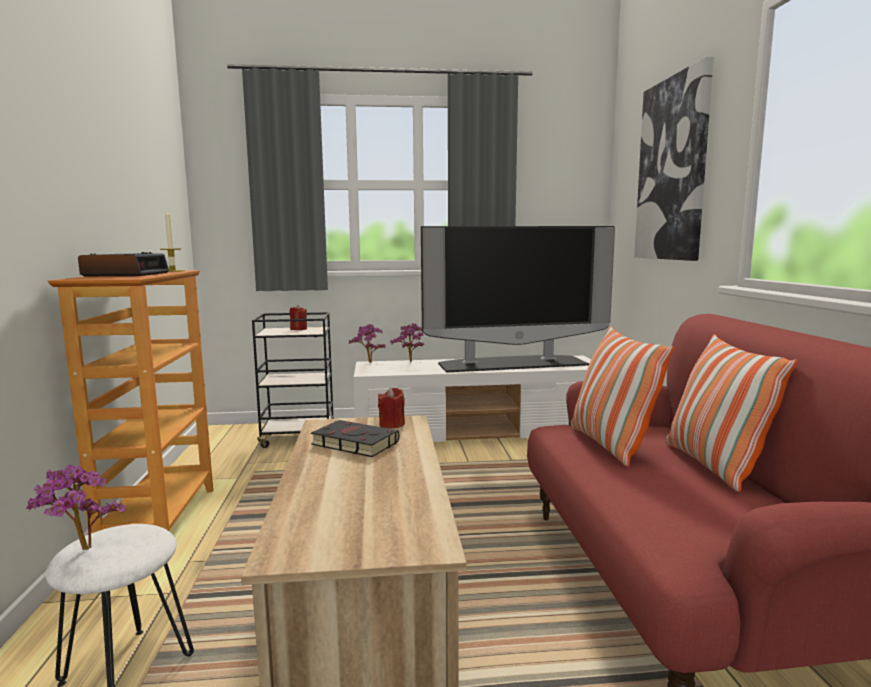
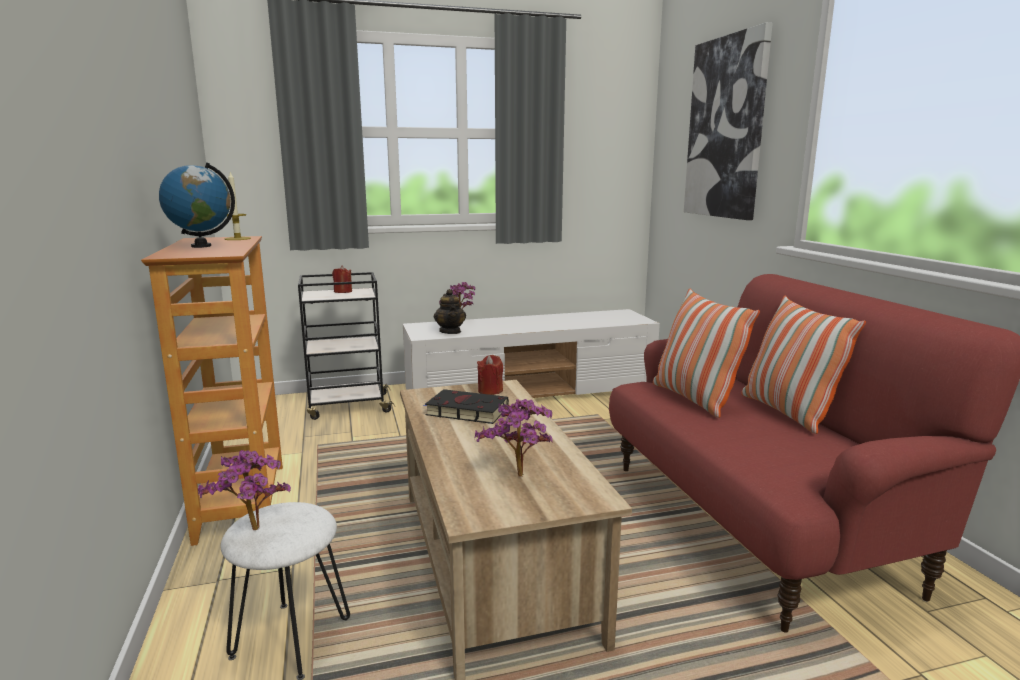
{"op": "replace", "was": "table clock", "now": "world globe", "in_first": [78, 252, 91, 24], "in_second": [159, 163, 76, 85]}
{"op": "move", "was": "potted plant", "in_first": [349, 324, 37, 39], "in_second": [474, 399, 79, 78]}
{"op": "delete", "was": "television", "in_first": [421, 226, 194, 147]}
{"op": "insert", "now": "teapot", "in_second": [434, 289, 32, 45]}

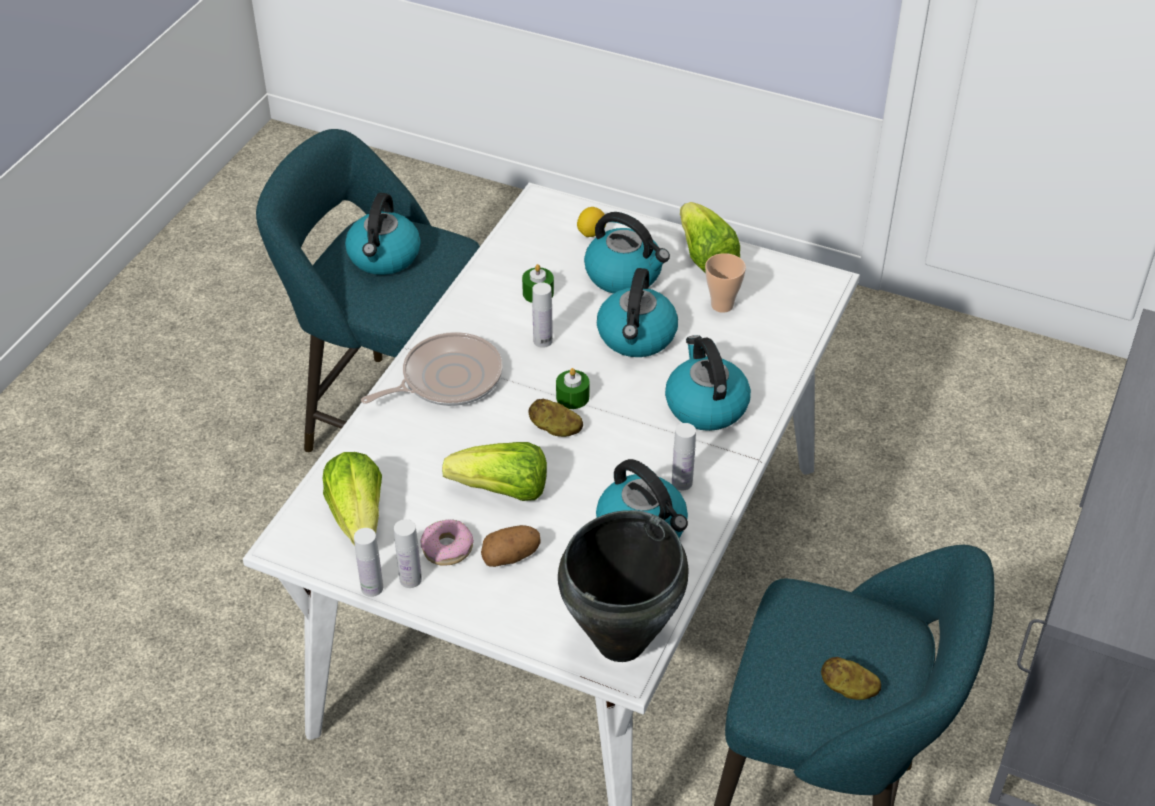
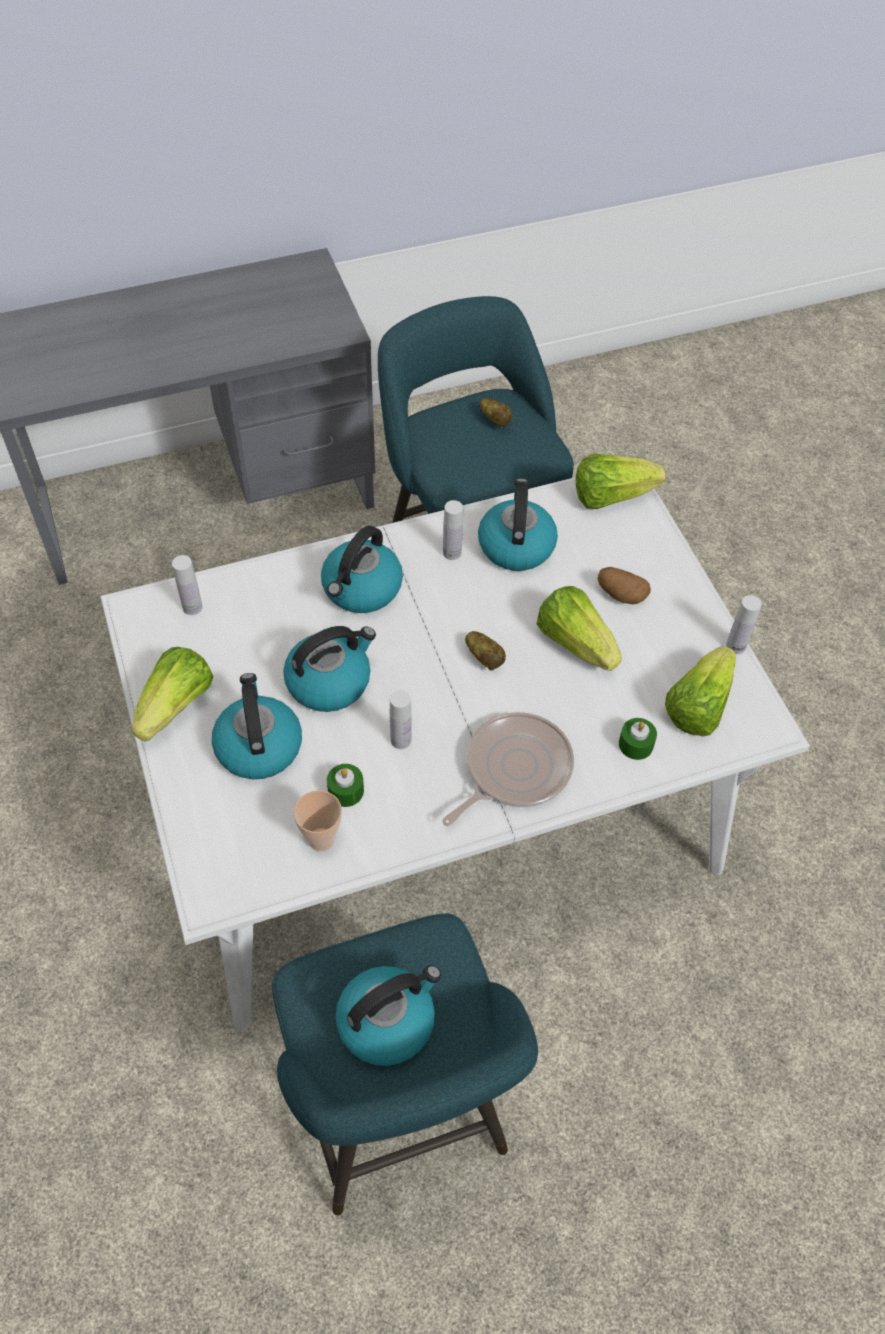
{"op": "rotate", "was": "frying pan", "in_first": [361, 332, 142, 74], "in_second": [442, 712, 132, 114], "clockwise": 120}
{"op": "move", "was": "whitish drink bottle", "in_first": [394, 519, 28, 69], "in_second": [172, 555, 30, 60]}
{"op": "delete", "was": "ring doughnut", "in_first": [421, 519, 53, 47]}
{"op": "move", "was": "greenish wax candle", "in_first": [556, 368, 33, 41], "in_second": [619, 718, 38, 42]}
{"op": "replace", "was": "black-coloured stockpot", "now": "head of lettuce", "in_first": [558, 510, 131, 152], "in_second": [576, 454, 90, 55]}
{"op": "delete", "was": "citrus fruit", "in_first": [577, 207, 29, 30]}
{"op": "move", "was": "drinking cup", "in_first": [705, 253, 41, 60], "in_second": [293, 790, 49, 61]}

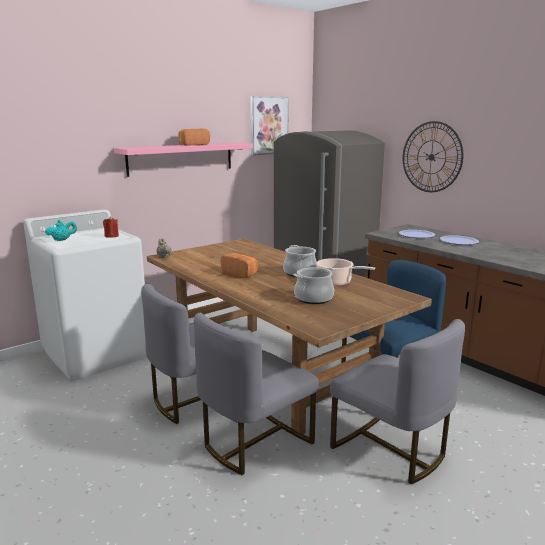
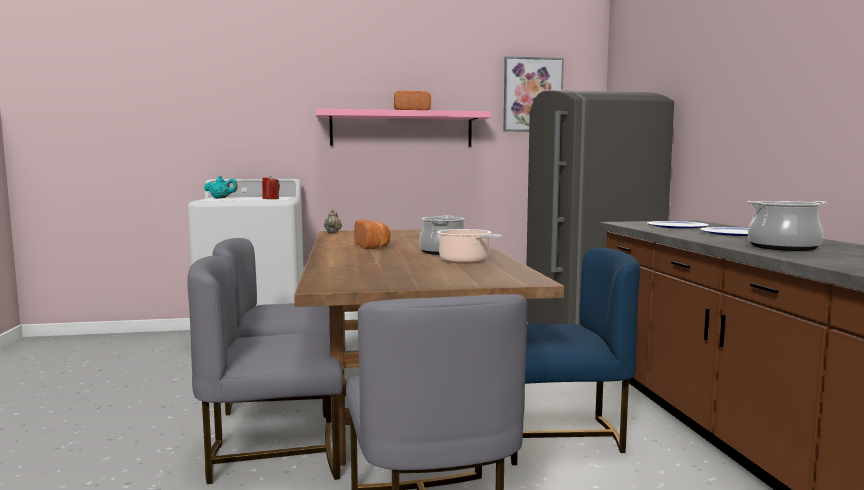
{"op": "move", "was": "stockpot", "in_first": [293, 267, 42, 37], "in_second": [747, 201, 80, 50]}
{"op": "delete", "was": "wall clock", "in_first": [402, 121, 61, 71]}

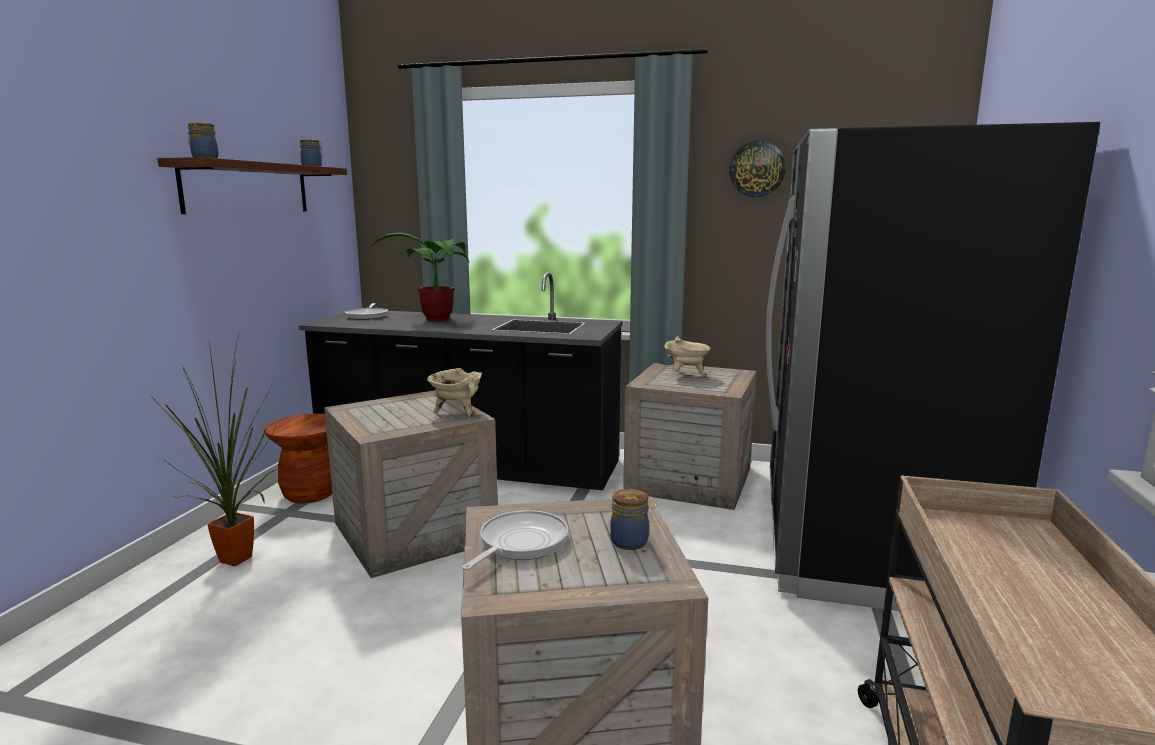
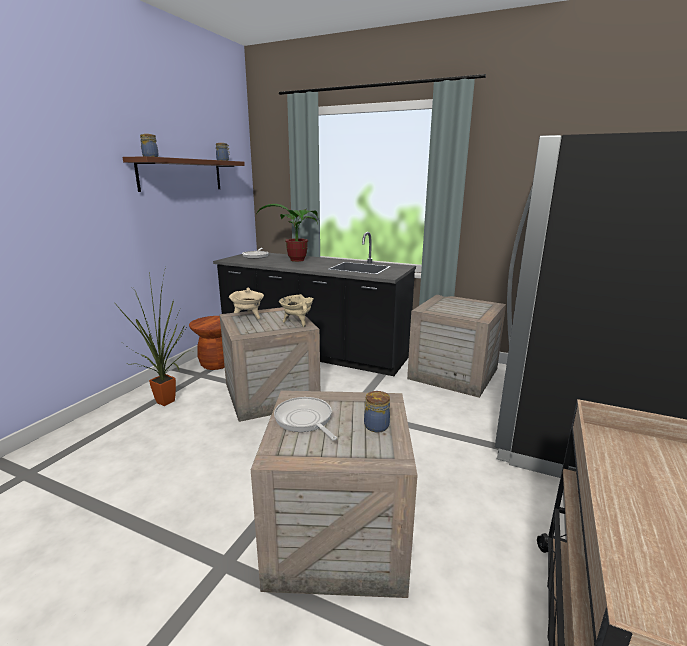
{"op": "rotate", "was": "frying pan", "in_first": [462, 510, 106, 60], "in_second": [274, 397, 63, 43], "clockwise": -75}
{"op": "move", "was": "beige-coloured stockpot", "in_first": [664, 336, 47, 41], "in_second": [229, 287, 35, 32]}
{"op": "delete", "was": "wall clock", "in_first": [730, 141, 56, 56]}

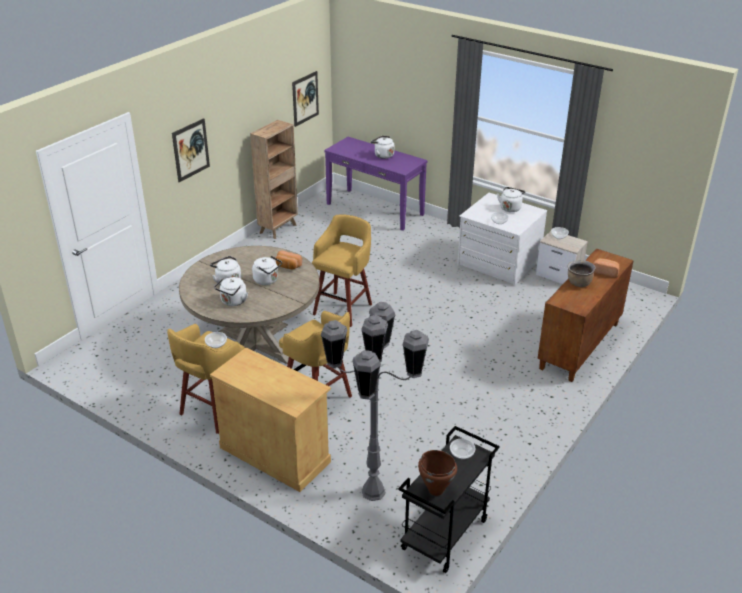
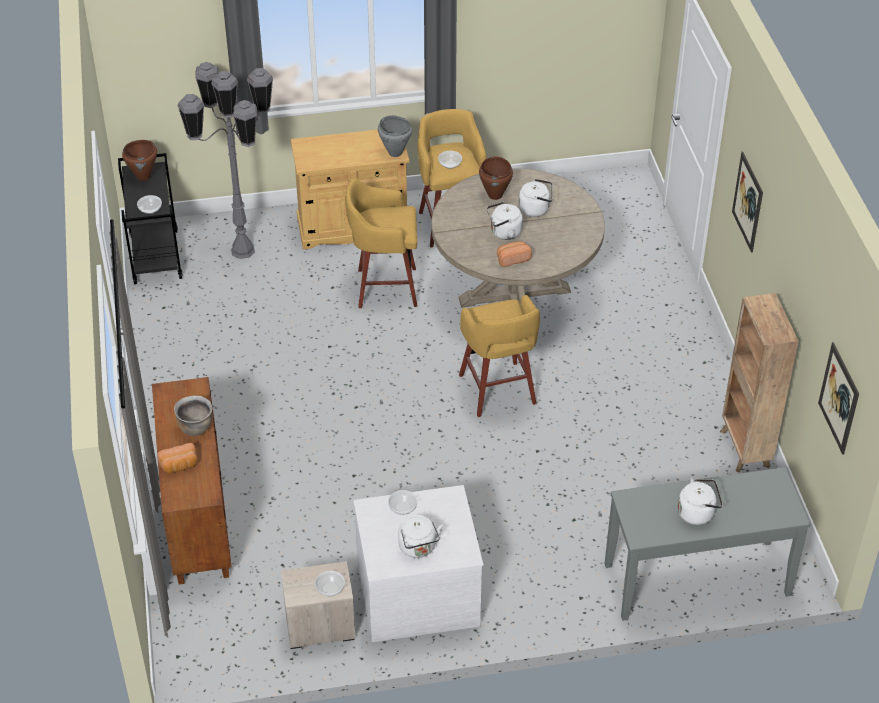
{"op": "replace", "was": "whitish kettle", "now": "brownish stockpot", "in_first": [214, 277, 34, 29], "in_second": [479, 156, 34, 44]}
{"op": "recolor", "was": "purple hall table", "now": "grey hall table", "in_first": [324, 137, 103, 94], "in_second": [605, 467, 205, 154]}
{"op": "insert", "now": "grey stockpot", "in_second": [378, 115, 34, 42]}

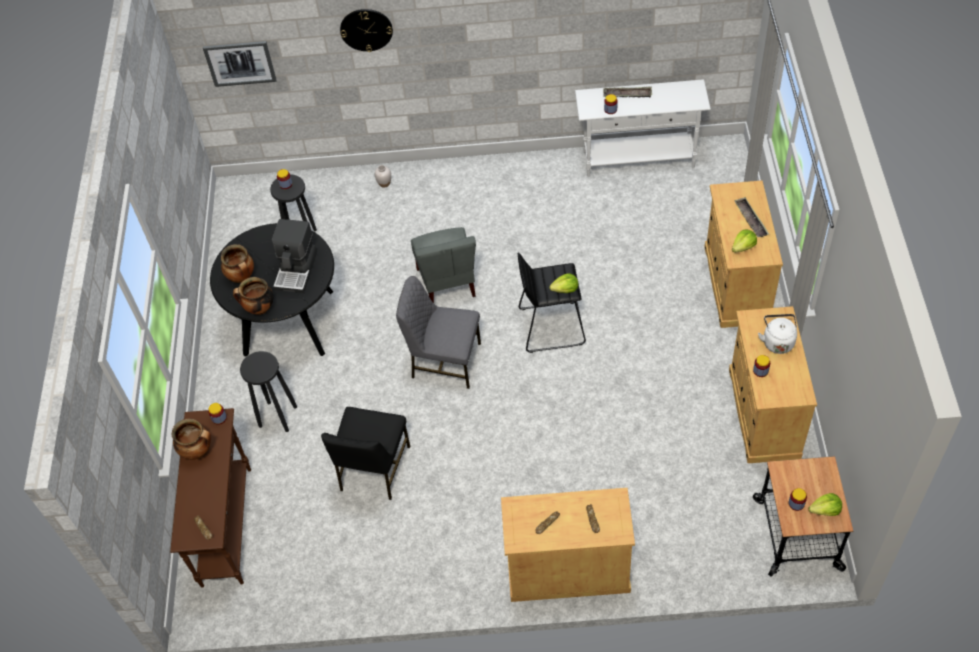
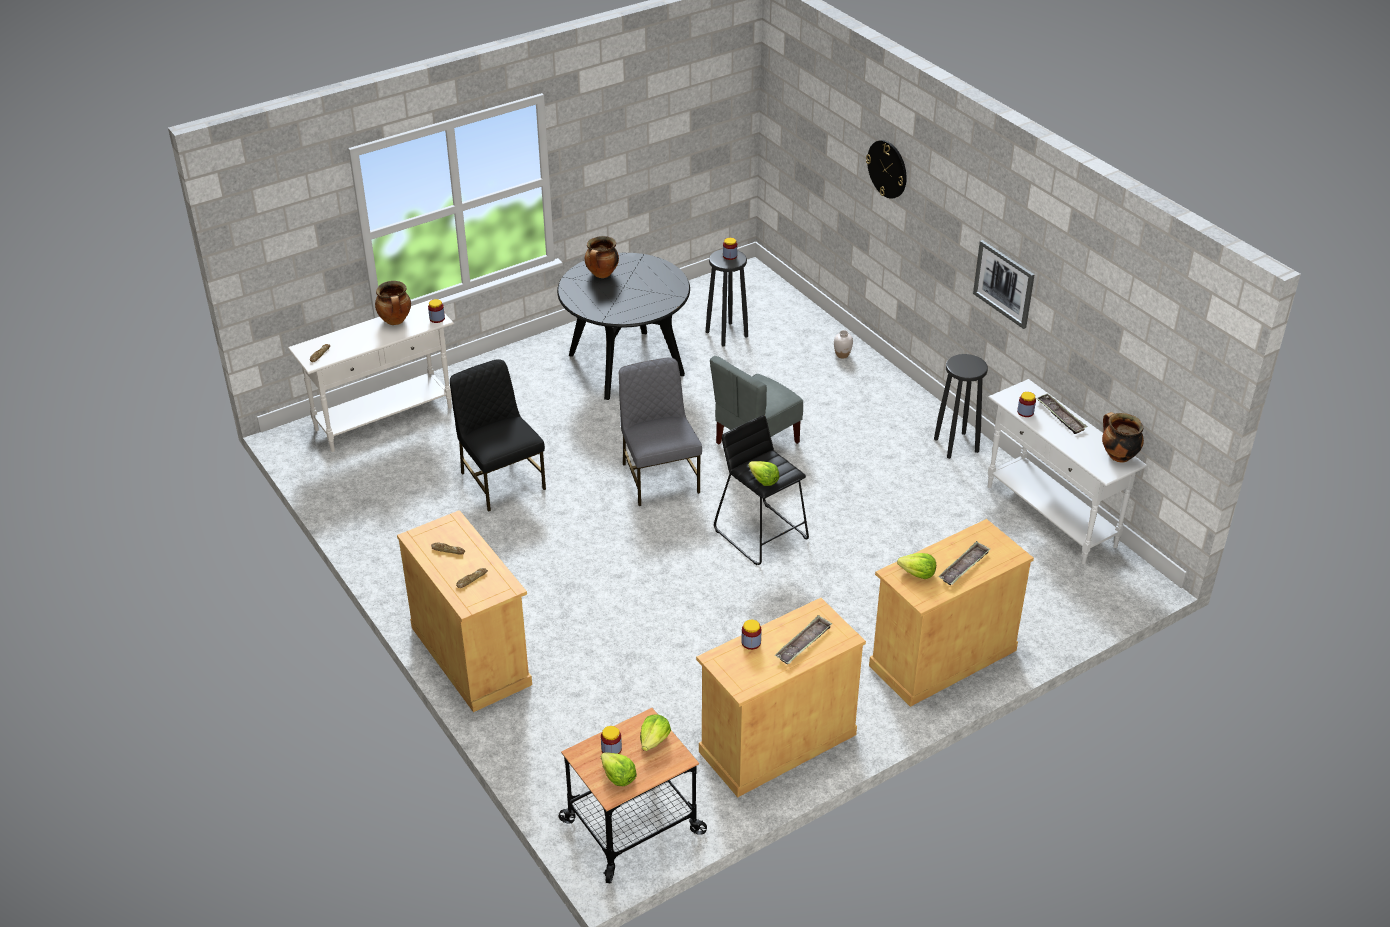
{"op": "recolor", "was": "brownish hall table", "now": "whitish hall table", "in_first": [170, 408, 81, 180], "in_second": [288, 299, 166, 153]}
{"op": "move", "was": "picture", "in_first": [203, 41, 73, 46], "in_second": [973, 240, 62, 89]}
{"op": "move", "was": "stockpot", "in_first": [233, 277, 41, 38], "in_second": [1102, 412, 42, 51]}
{"op": "move", "was": "black-coloured stool seat", "in_first": [240, 351, 57, 81], "in_second": [934, 354, 54, 105]}
{"op": "delete", "was": "coffee machine", "in_first": [272, 219, 45, 74]}
{"op": "rotate", "was": "black-coloured chair", "in_first": [321, 407, 89, 93], "in_second": [450, 359, 96, 153], "clockwise": 75}
{"op": "replace", "was": "whitish kettle", "now": "serving tray", "in_first": [758, 314, 39, 40], "in_second": [775, 615, 58, 49]}
{"op": "insert", "now": "head of lettuce", "in_second": [640, 714, 31, 37]}

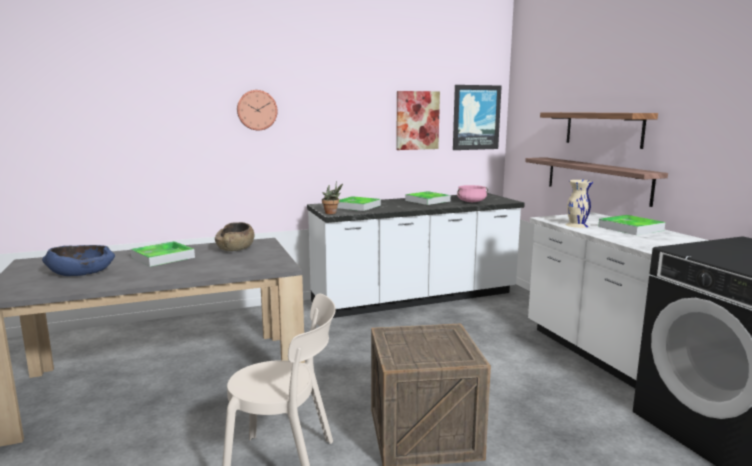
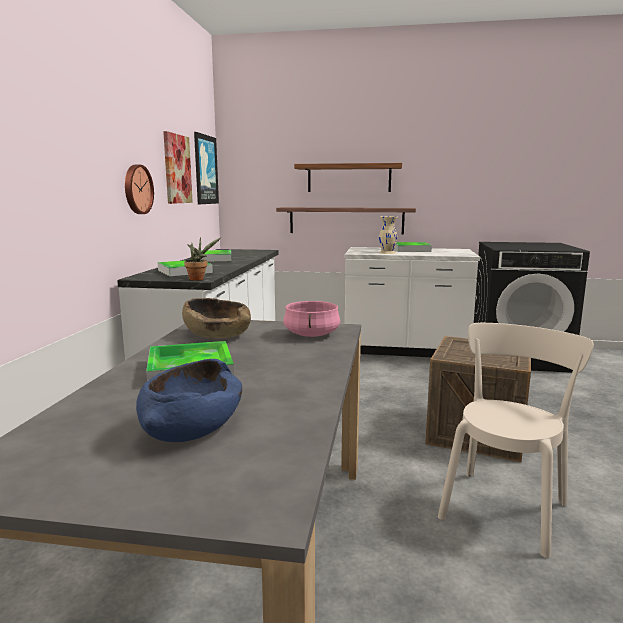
{"op": "move", "was": "wall clock", "in_first": [237, 90, 41, 40], "in_second": [125, 165, 29, 49]}
{"op": "move", "was": "pink stockpot", "in_first": [457, 185, 31, 17], "in_second": [283, 301, 57, 36]}

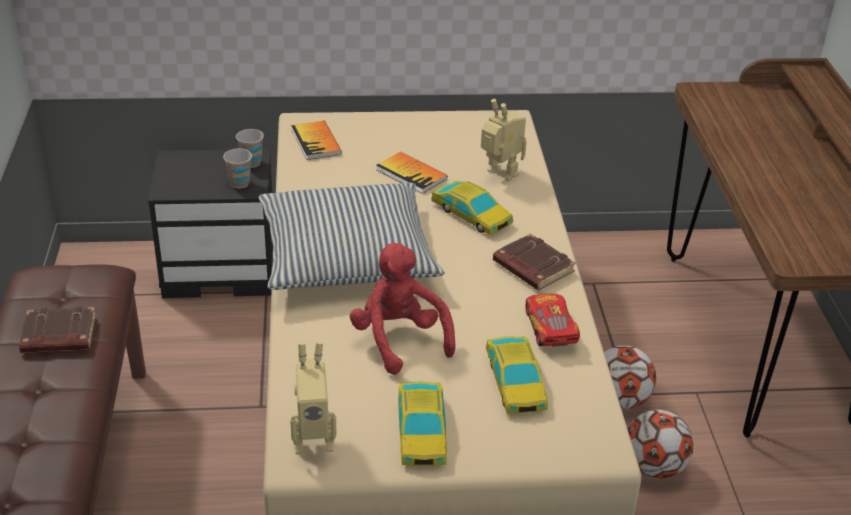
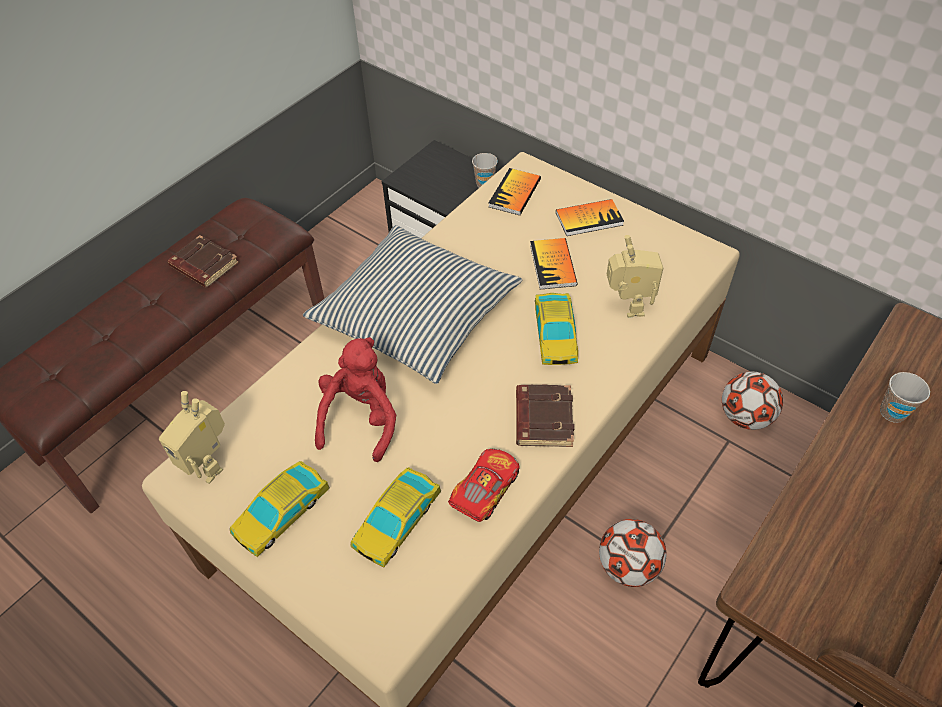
{"op": "move", "was": "drinking cup", "in_first": [223, 149, 29, 40], "in_second": [880, 372, 50, 51]}
{"op": "move", "was": "football", "in_first": [627, 410, 67, 69], "in_second": [722, 372, 61, 58]}
{"op": "insert", "now": "volume", "in_second": [556, 199, 68, 37]}

